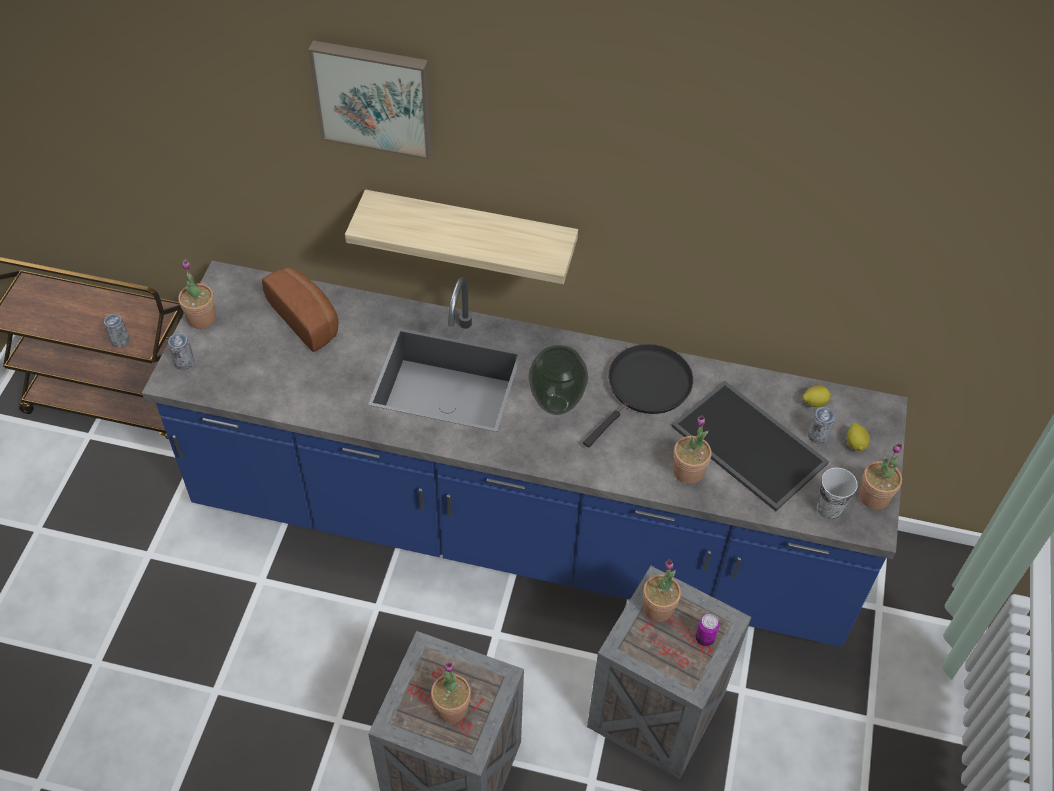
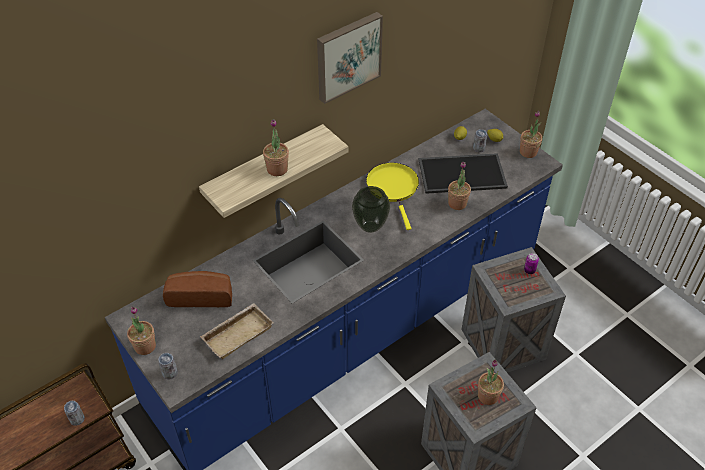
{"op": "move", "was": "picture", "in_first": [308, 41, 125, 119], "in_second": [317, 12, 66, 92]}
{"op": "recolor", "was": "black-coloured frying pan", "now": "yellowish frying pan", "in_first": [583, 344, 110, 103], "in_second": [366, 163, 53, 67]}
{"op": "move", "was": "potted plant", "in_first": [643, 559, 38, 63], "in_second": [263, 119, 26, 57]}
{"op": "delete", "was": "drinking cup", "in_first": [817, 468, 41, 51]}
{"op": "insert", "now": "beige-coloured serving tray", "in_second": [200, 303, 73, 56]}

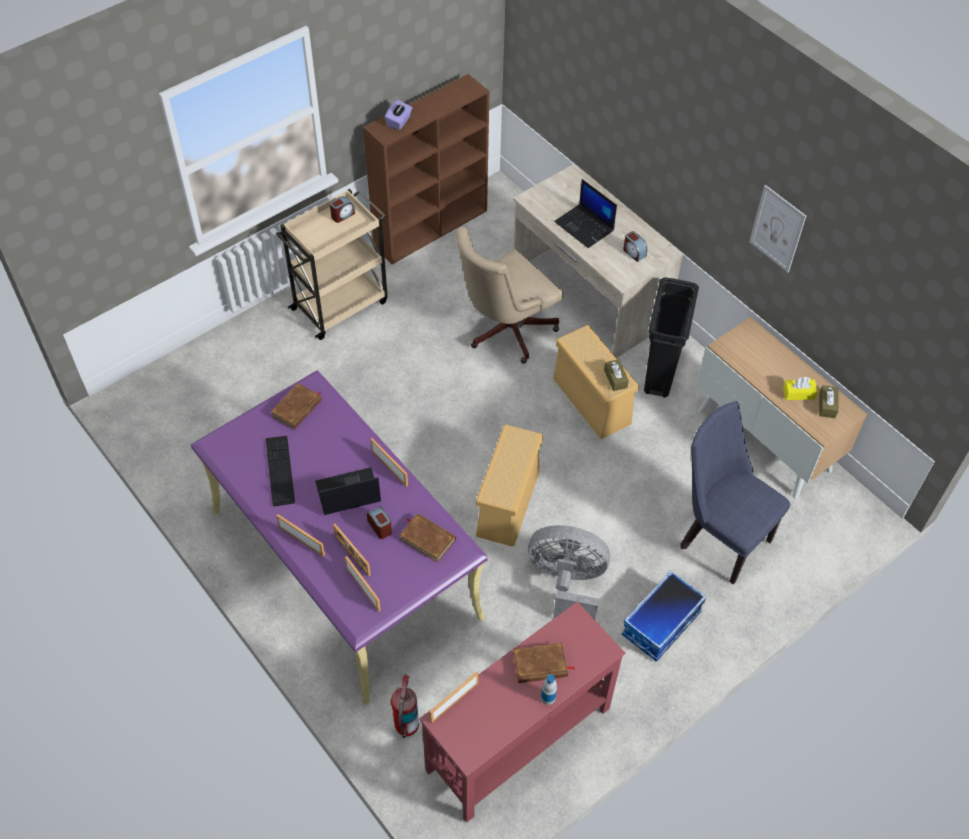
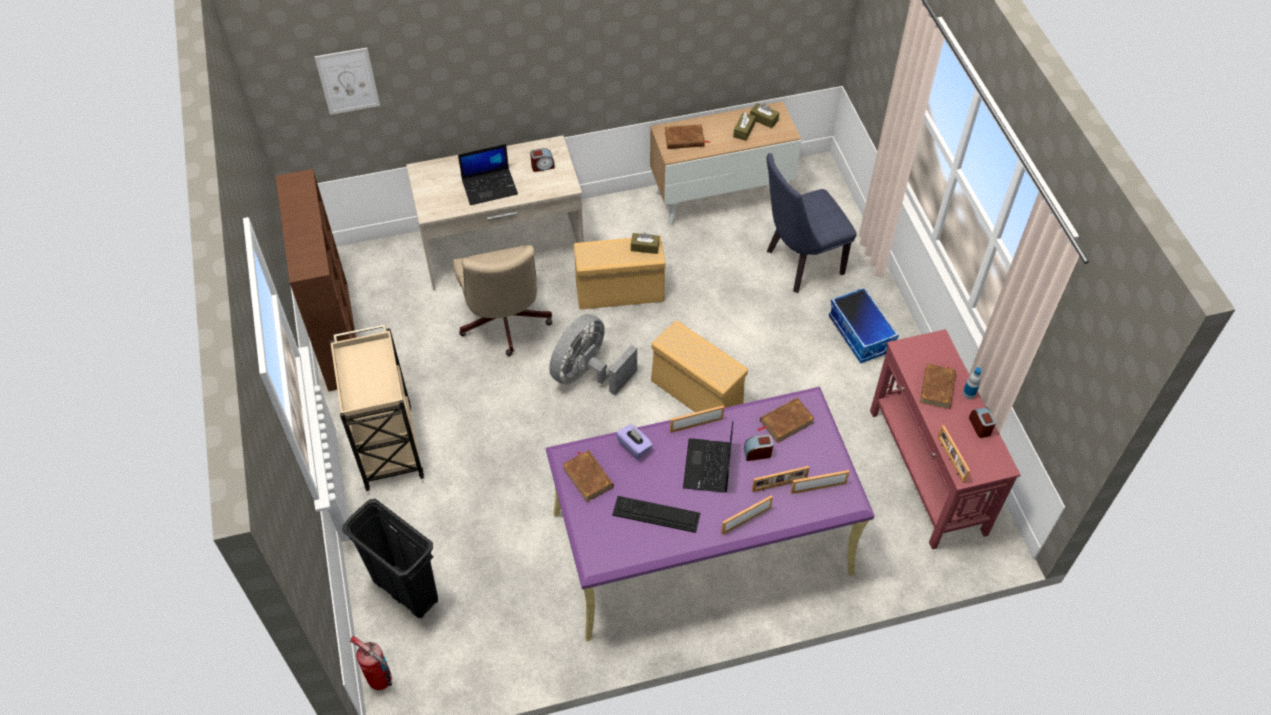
{"op": "move", "was": "table clock", "in_first": [330, 197, 25, 26], "in_second": [969, 407, 27, 31]}
{"op": "move", "was": "purple tissue holder", "in_first": [385, 100, 27, 30], "in_second": [616, 424, 37, 35]}
{"op": "move", "was": "fire-fighting cylinder", "in_first": [390, 674, 29, 64], "in_second": [349, 636, 43, 54]}
{"op": "move", "was": "grey fan", "in_first": [528, 525, 82, 95], "in_second": [549, 314, 88, 81]}
{"op": "move", "was": "black-coloured waste bin", "in_first": [644, 277, 55, 121], "in_second": [342, 499, 96, 119]}
{"op": "move", "was": "picture", "in_first": [749, 185, 57, 87], "in_second": [314, 48, 66, 67]}
{"op": "recolor", "was": "yellowish tissue holder", "now": "brownish tissue holder", "in_first": [783, 377, 35, 23], "in_second": [733, 112, 23, 29]}
{"op": "insert", "now": "brownish volume", "in_second": [665, 124, 45, 25]}

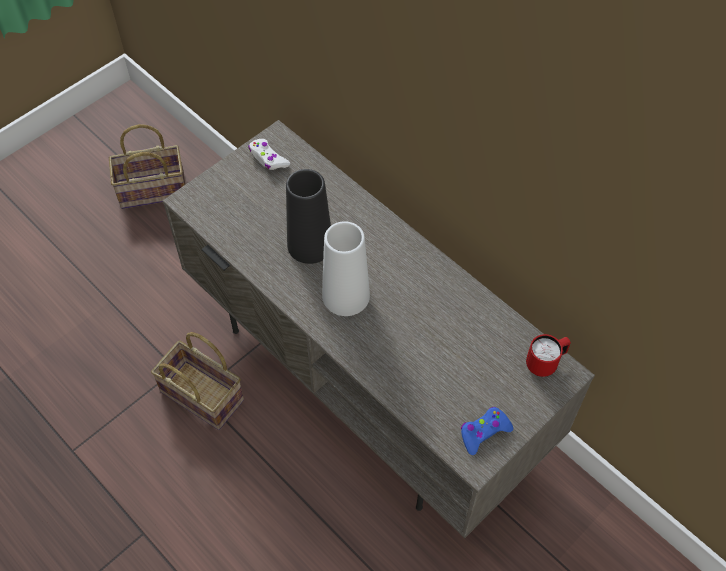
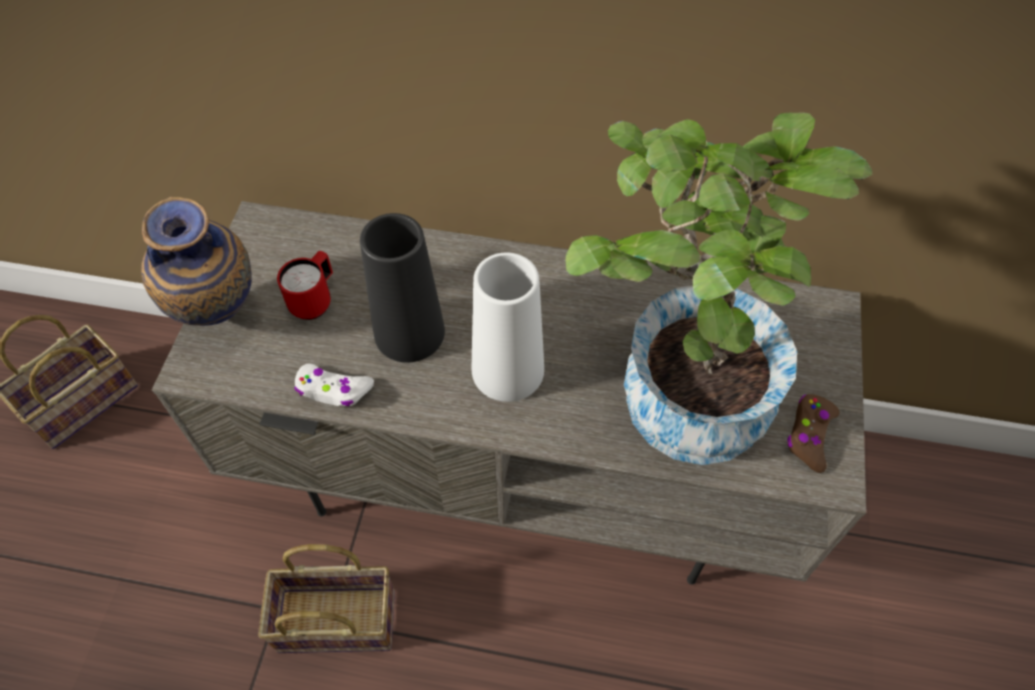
{"op": "move", "was": "whitish game controller", "in_first": [248, 139, 42, 31], "in_second": [294, 363, 80, 44]}
{"op": "recolor", "was": "blue-coloured game controller", "now": "brownish game controller", "in_first": [461, 407, 52, 48], "in_second": [788, 394, 52, 79]}
{"op": "move", "was": "red-coloured mug", "in_first": [526, 334, 45, 43], "in_second": [277, 251, 56, 69]}
{"op": "insert", "now": "vase", "in_second": [141, 197, 111, 129]}
{"op": "insert", "now": "potted plant", "in_second": [566, 113, 306, 352]}

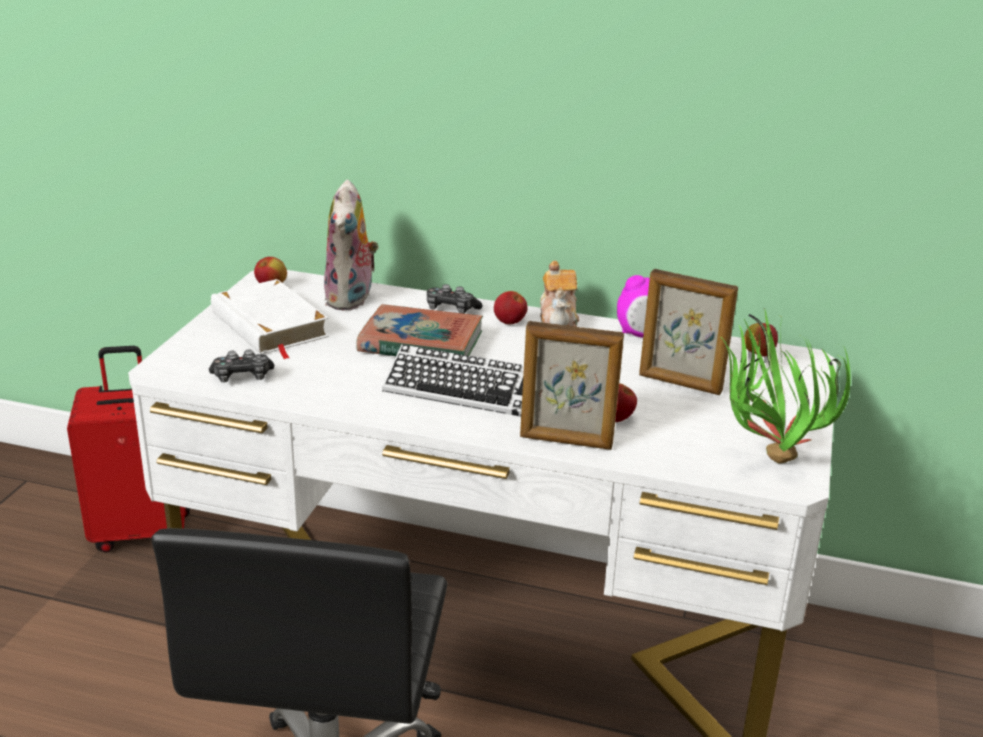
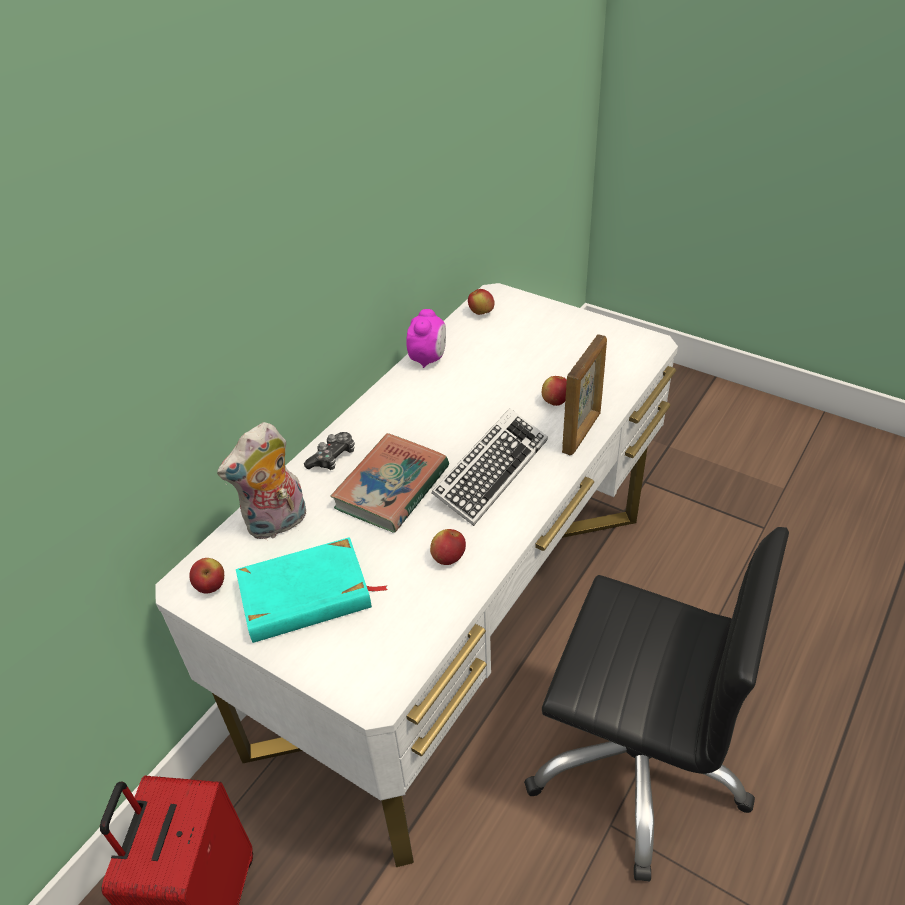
{"op": "delete", "was": "game controller", "in_first": [209, 349, 65, 33]}
{"op": "recolor", "was": "whitish volume", "now": "turquoise volume", "in_first": [211, 279, 118, 80], "in_second": [236, 537, 152, 106]}
{"op": "rotate", "was": "plush toy", "in_first": [324, 180, 55, 131], "in_second": [217, 422, 89, 117], "clockwise": 120}
{"op": "move", "was": "apple", "in_first": [494, 291, 34, 34], "in_second": [430, 529, 36, 36]}
{"op": "delete", "was": "teapot", "in_first": [540, 261, 39, 66]}
{"op": "delete", "was": "photo frame", "in_first": [639, 269, 99, 126]}
{"op": "delete", "was": "potted plant", "in_first": [720, 310, 131, 153]}

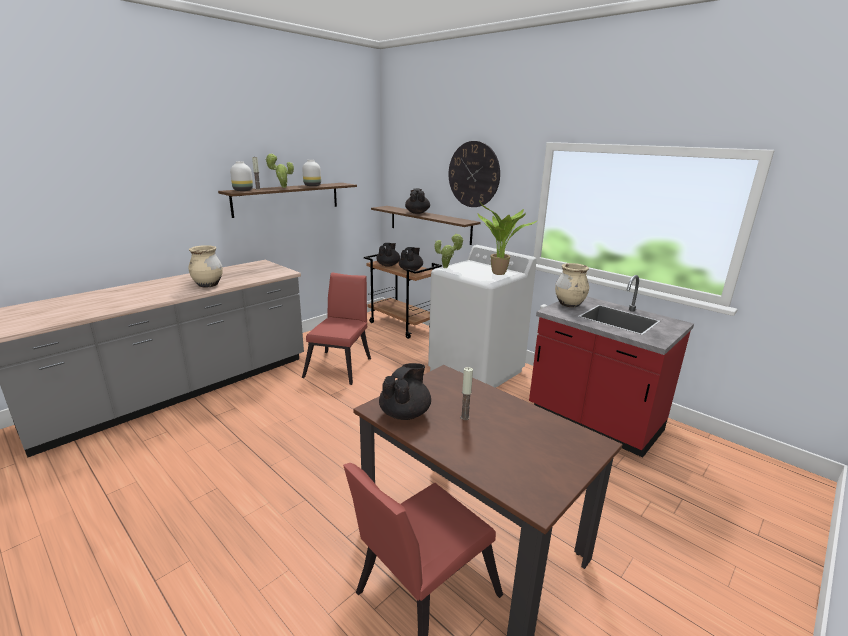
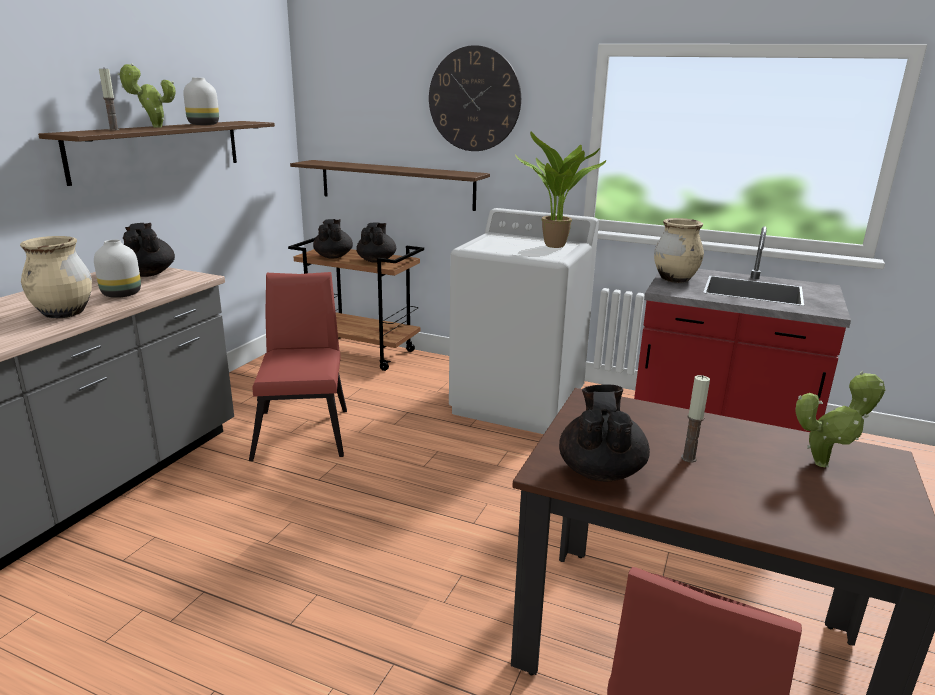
{"op": "move", "was": "whitish vase", "in_first": [230, 161, 23, 30], "in_second": [94, 240, 47, 58]}
{"op": "move", "was": "black-coloured teapot", "in_first": [405, 188, 25, 26], "in_second": [123, 223, 52, 54]}
{"op": "move", "was": "potted plant", "in_first": [435, 233, 29, 35], "in_second": [795, 371, 90, 97]}

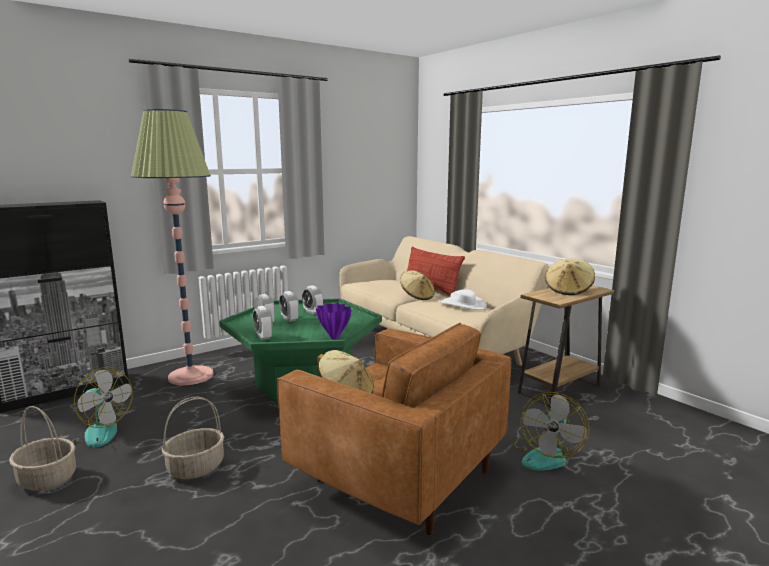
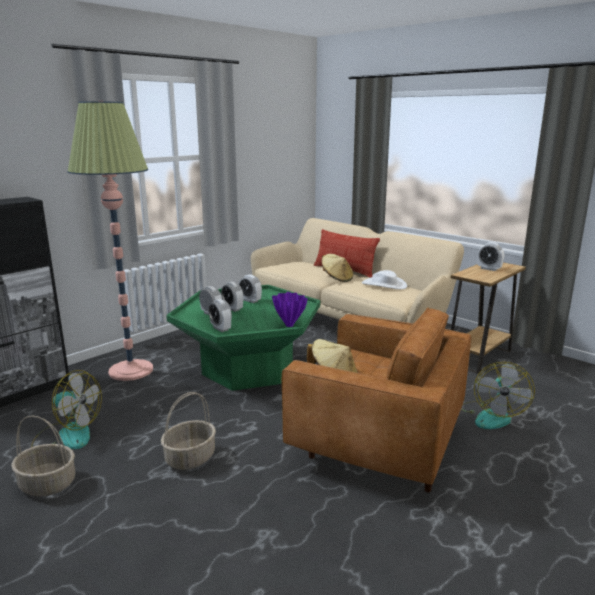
{"op": "replace", "was": "beige-coloured clothing hat", "now": "table clock", "in_first": [545, 259, 50, 36], "in_second": [477, 242, 27, 29]}

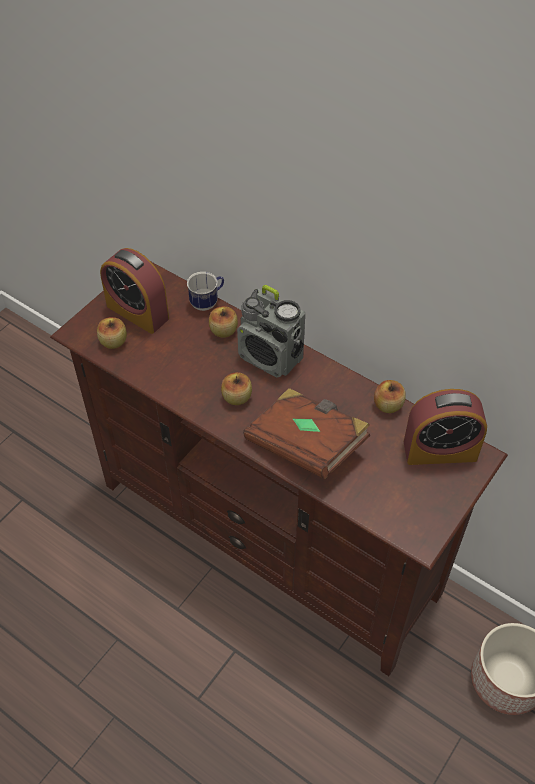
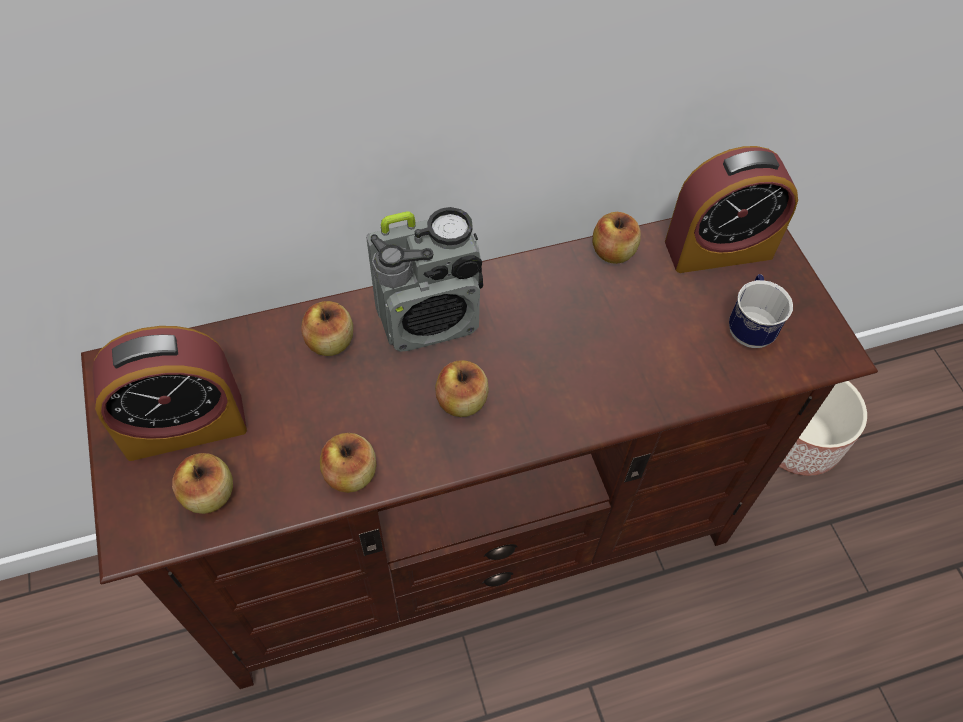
{"op": "move", "was": "mug", "in_first": [187, 272, 37, 39], "in_second": [729, 274, 64, 74]}
{"op": "delete", "was": "brownish volume", "in_first": [243, 388, 127, 91]}
{"op": "rotate", "was": "table clock", "in_first": [404, 389, 83, 76], "in_second": [665, 146, 133, 127], "clockwise": 45}
{"op": "insert", "now": "apple", "in_second": [320, 433, 57, 60]}

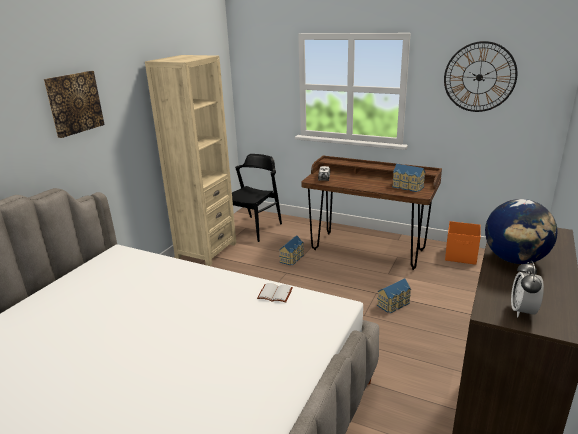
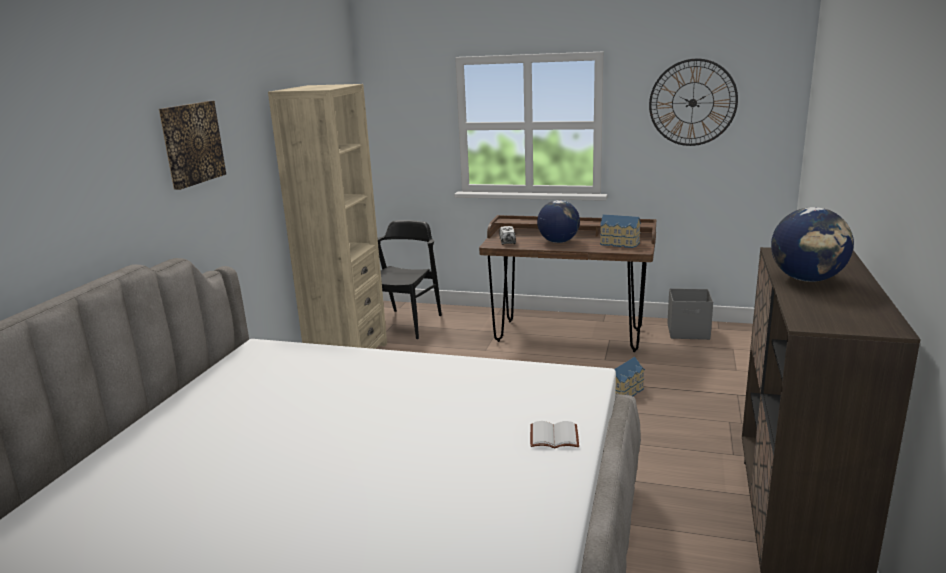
{"op": "move", "was": "whitish volume", "in_first": [257, 283, 36, 20], "in_second": [530, 421, 49, 27]}
{"op": "delete", "was": "toy house", "in_first": [279, 235, 25, 30]}
{"op": "recolor", "was": "orange storage box", "now": "grey storage box", "in_first": [445, 221, 36, 44], "in_second": [667, 288, 46, 52]}
{"op": "delete", "was": "table clock", "in_first": [511, 261, 33, 56]}
{"op": "insert", "now": "world globe", "in_second": [537, 200, 43, 43]}

